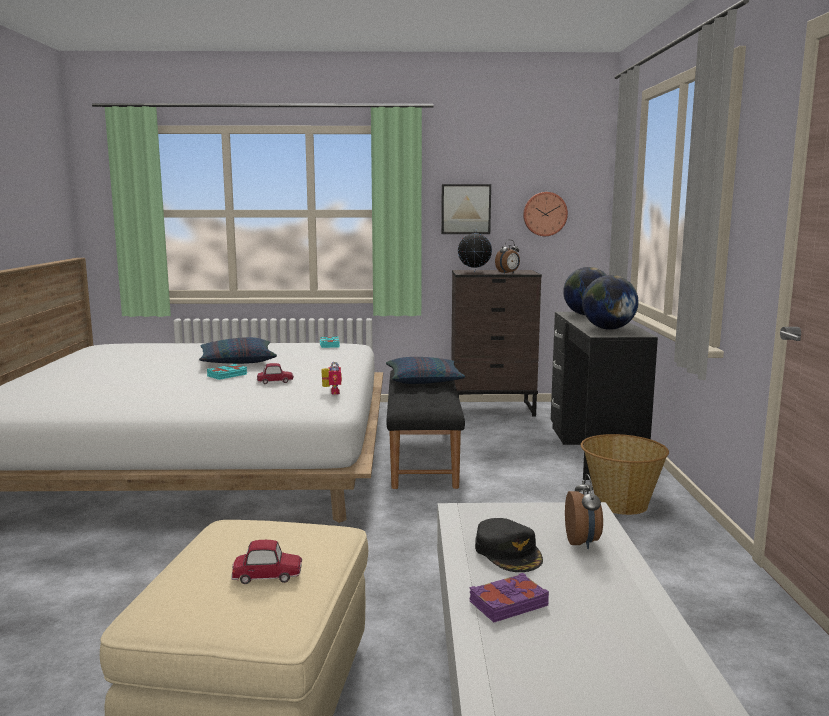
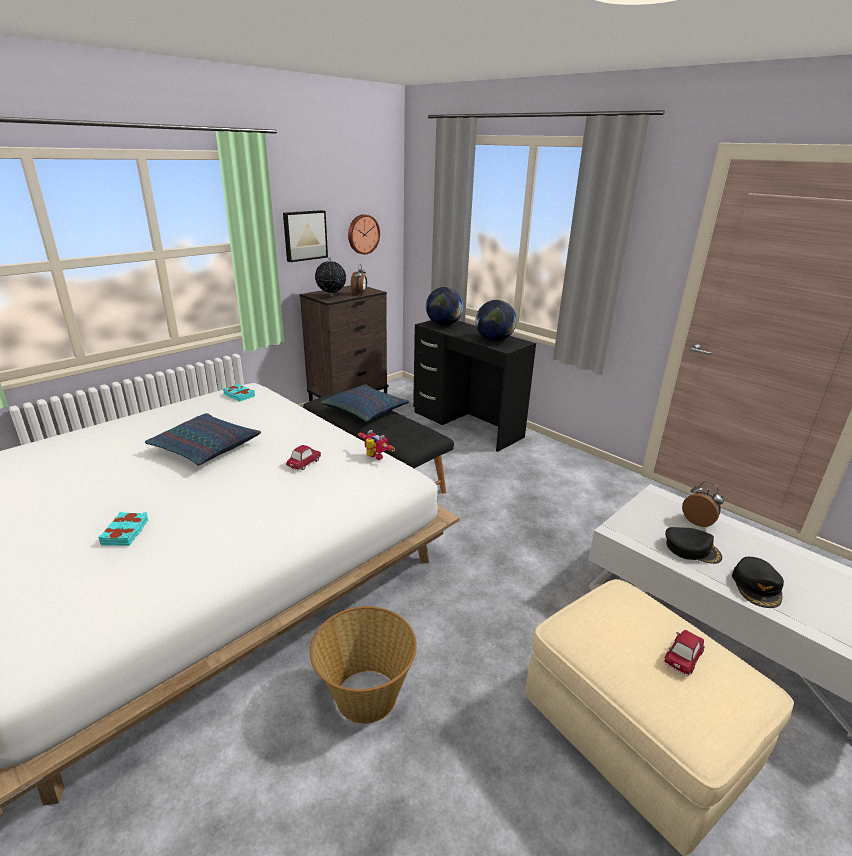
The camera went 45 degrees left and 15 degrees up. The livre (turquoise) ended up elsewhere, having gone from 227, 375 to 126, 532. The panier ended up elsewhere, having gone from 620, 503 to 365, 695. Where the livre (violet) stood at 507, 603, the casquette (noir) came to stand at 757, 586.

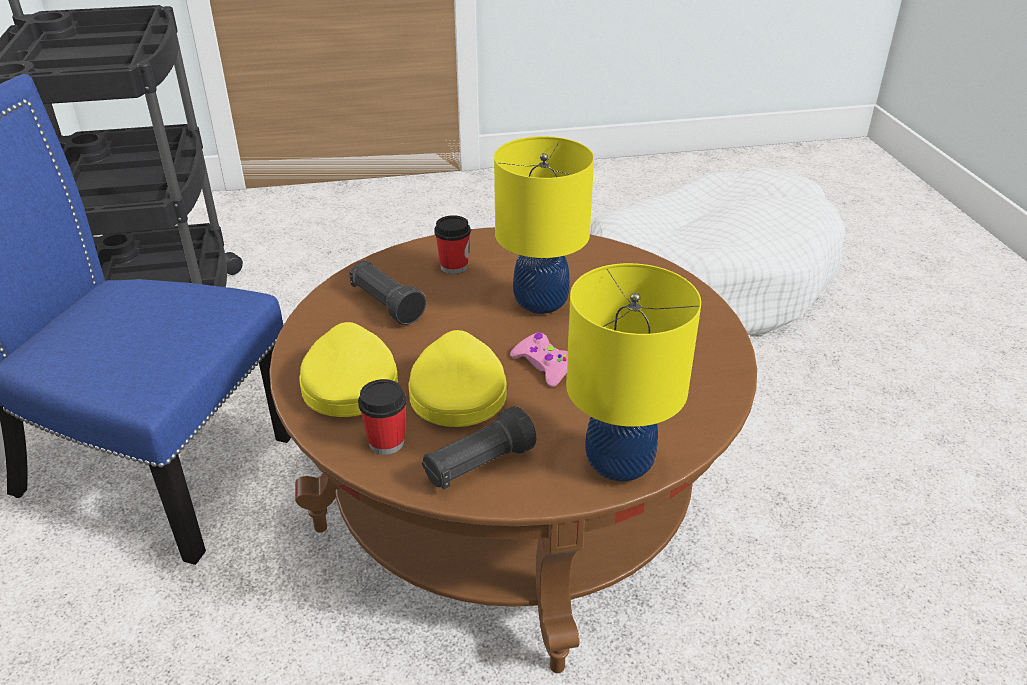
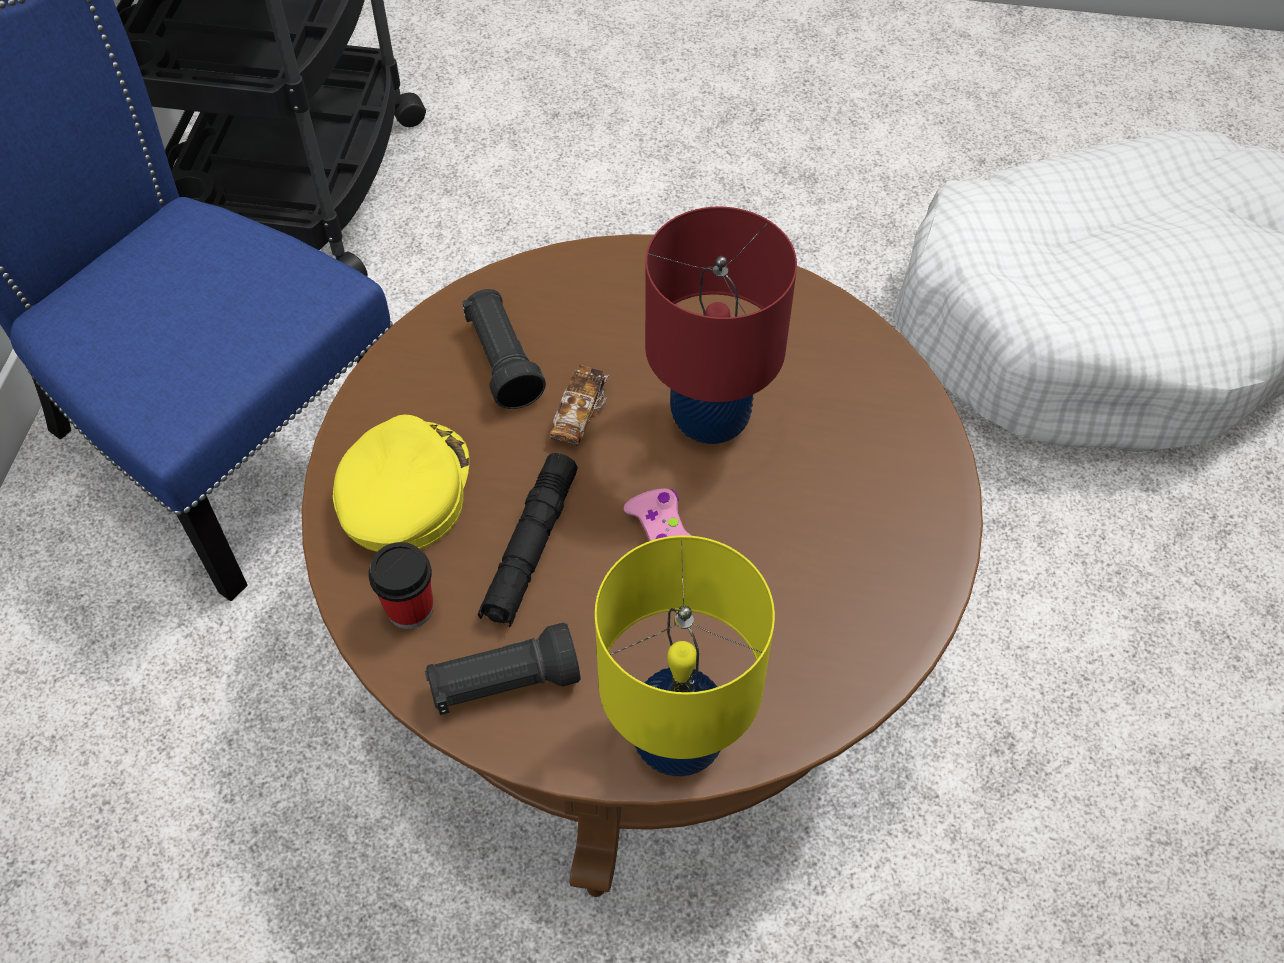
The camera went 20 degrees right and 20 degrees up. What was the lampe de table (jaune) at 543, 304 turned into the lampe de table (rouge) at 714, 421. The second view lost the tasse at 454, 267. Where the casquette (jaune) stood at 457, 390, the lampe de poche (noir) came to stand at 530, 548. The second view gained the petite voiture at 580, 414.

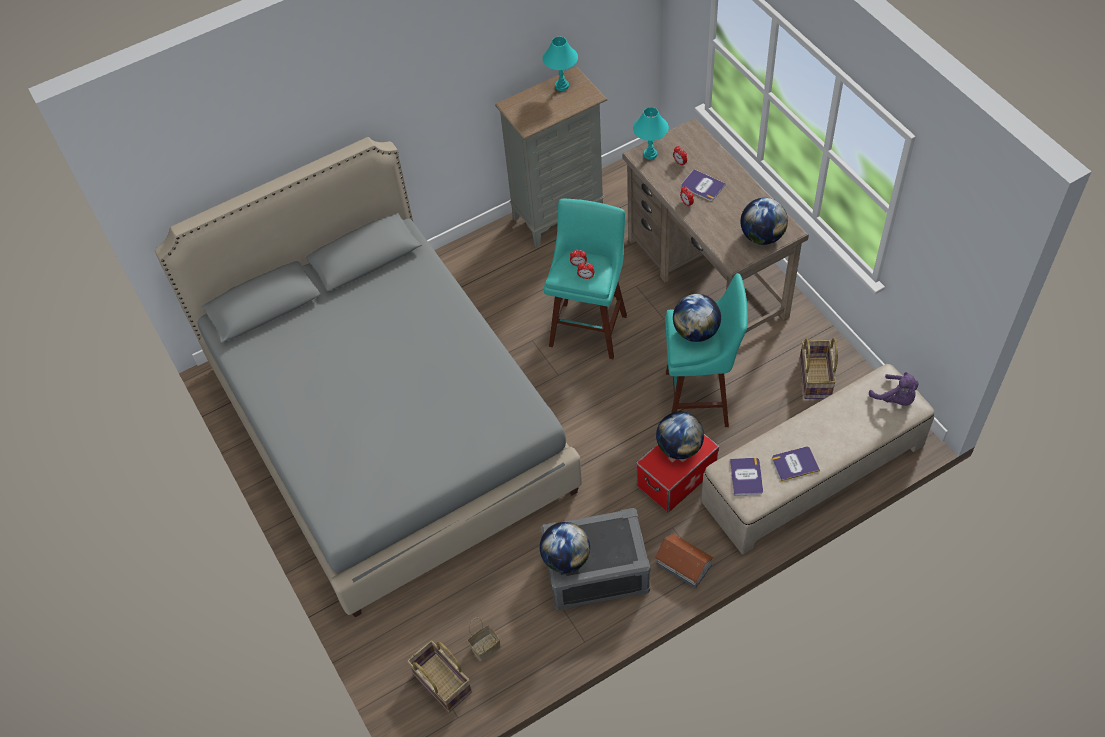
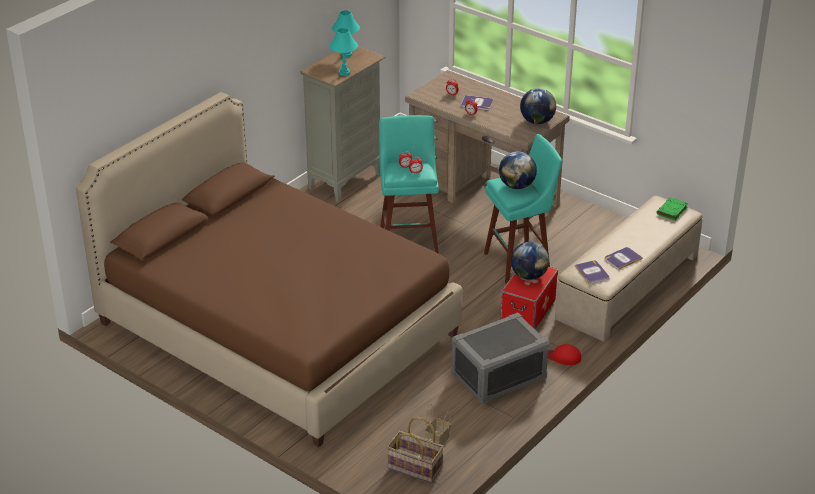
The camera went 25 degrees left and 20 degrees down. The lampe de table (turquoise) ended up elsewhere, having gone from 650, 154 to 344, 73. What was the lit (gris) at 388, 426 turned into the lit (marron) at 277, 329. The second view lost the panier at 816, 378. Where the peluche (violet) stood at 895, 398, the livre (vert) came to stand at 672, 211. The second view lost the globe at 565, 558. Where the maison miniature stood at 684, 565, the casquette (rouge) came to stand at 563, 357.

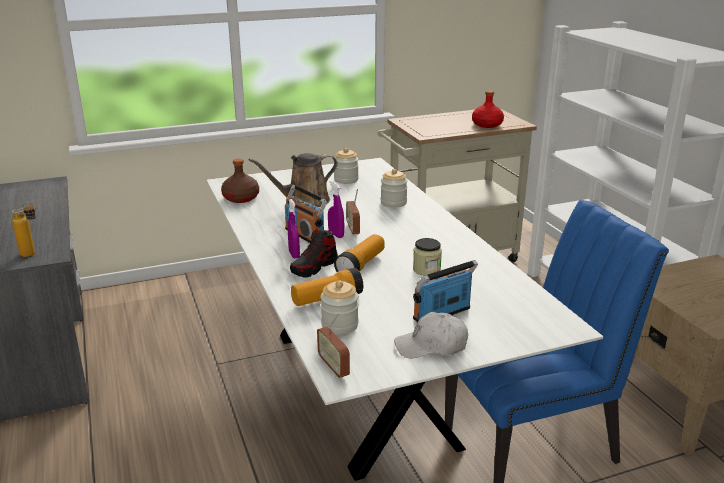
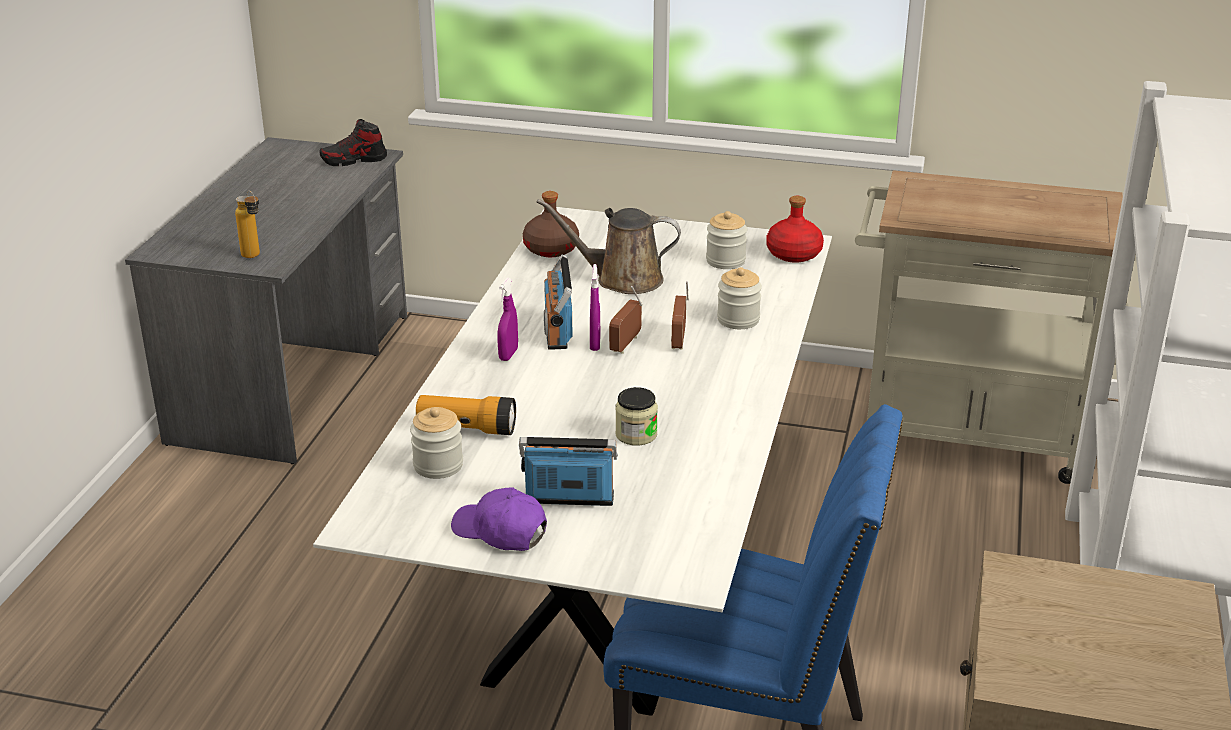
The camera went 35 degrees right and 5 degrees up. The bouteille (rouge) ended up elsewhere, having gone from 487, 124 to 794, 254. The chaussure ended up elsewhere, having gone from 314, 267 to 354, 160. The second view lost the lampe de poche at 361, 265. What was the casquette (blanc) at 431, 346 turned into the casquette (violet) at 500, 531. The radio ended up elsewhere, having gone from 334, 368 to 679, 340.

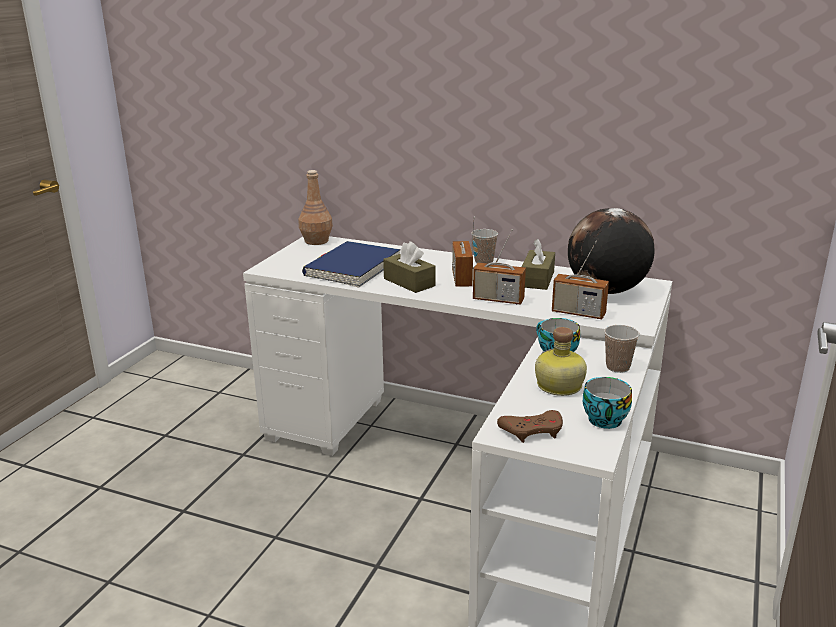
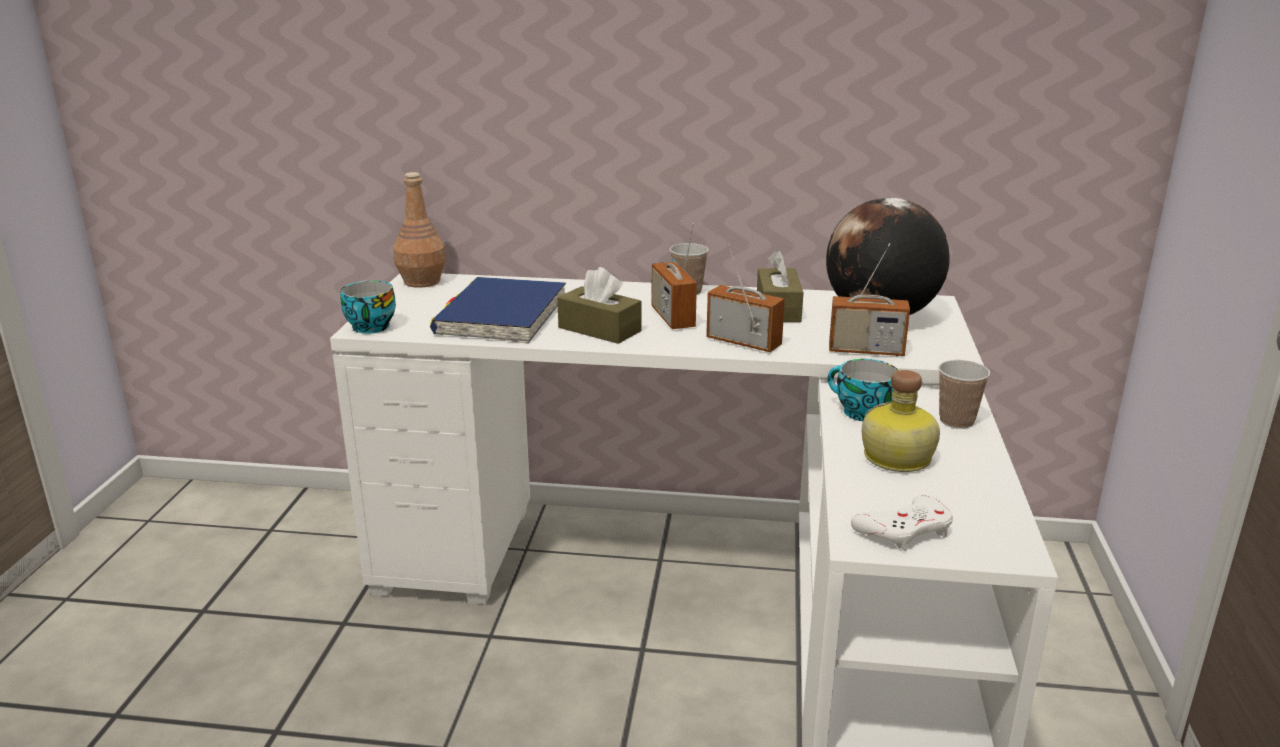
The camera went 15 degrees left and 0 degrees up. The radio at 498, 299 ended up facing another way, 150 degrees counterclockwise from before. The tasse ended up elsewhere, having gone from 602, 419 to 368, 326. What was the manette (marron) at 532, 430 turned into the manette (blanc) at 905, 530.

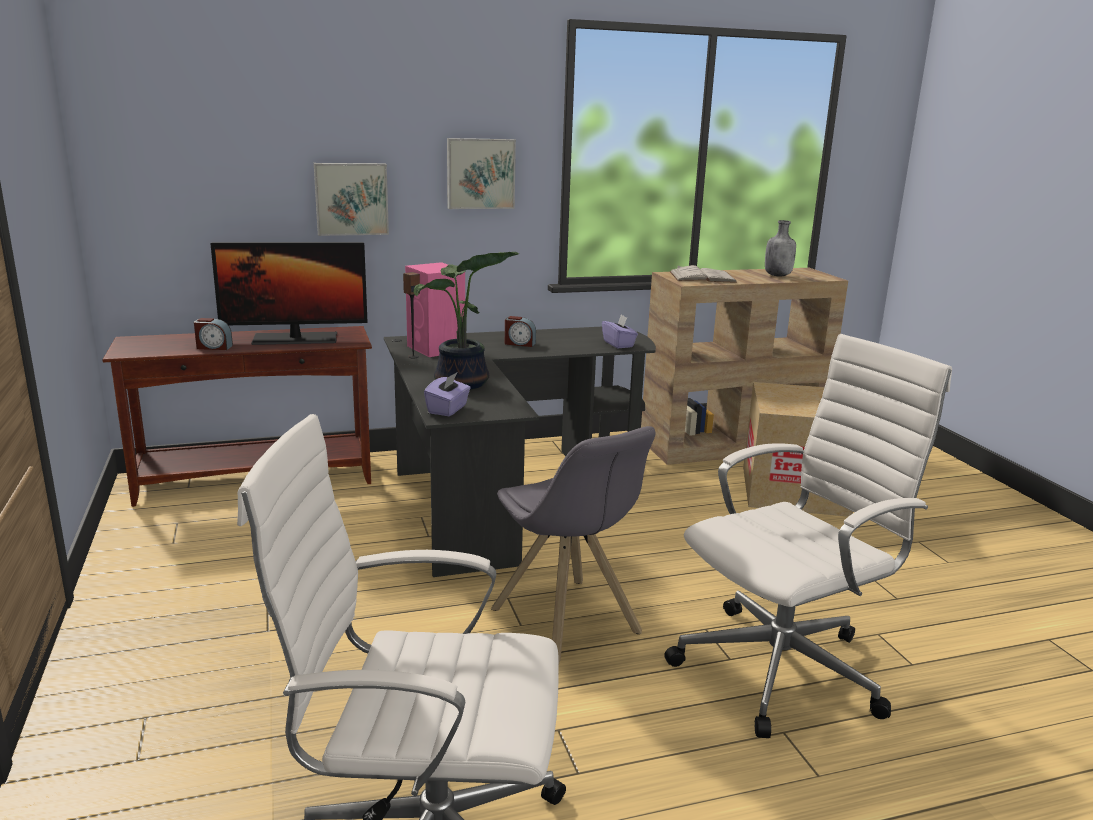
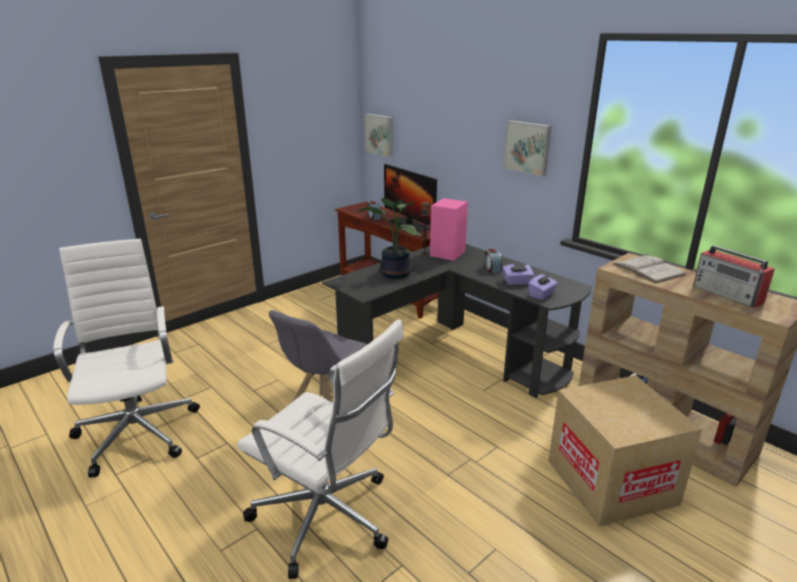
The camera went 65 degrees right and 5 degrees up. The tableau ended up elsewhere, having gone from 351, 199 to 380, 134. Where the bouteille (gris) stood at 778, 275, the radio came to stand at 728, 294. The boîte à mouchoirs (violet) ended up elsewhere, having gone from 448, 409 to 517, 282.

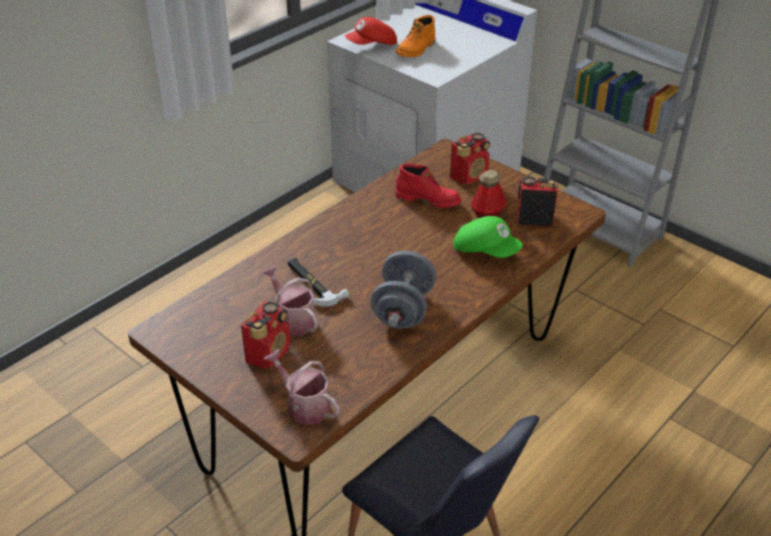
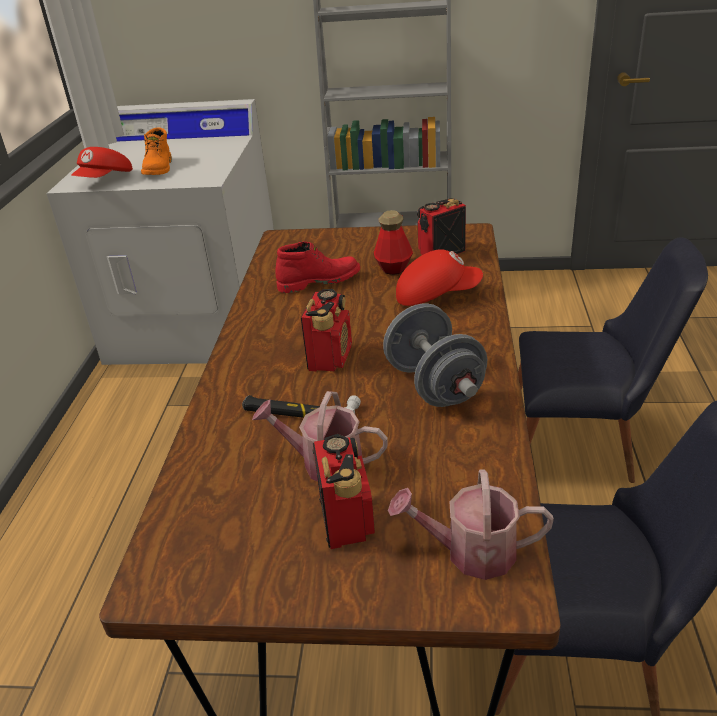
The camera went 35 degrees left and 5 degrees down. The radio ended up elsewhere, having gone from 469, 176 to 330, 357. What was the casquette (vert) at 486, 250 turned into the casquette (rouge) at 436, 295. The second view gained the chaise (noir) at 583, 447.

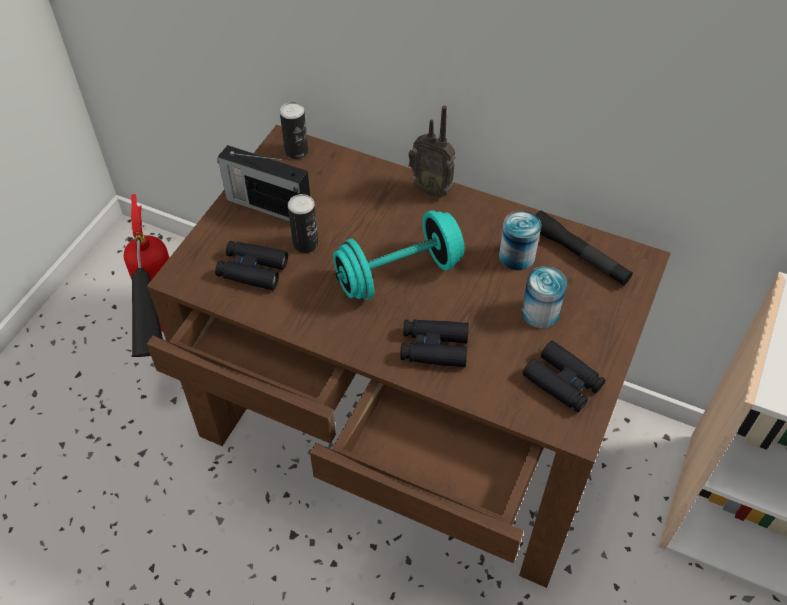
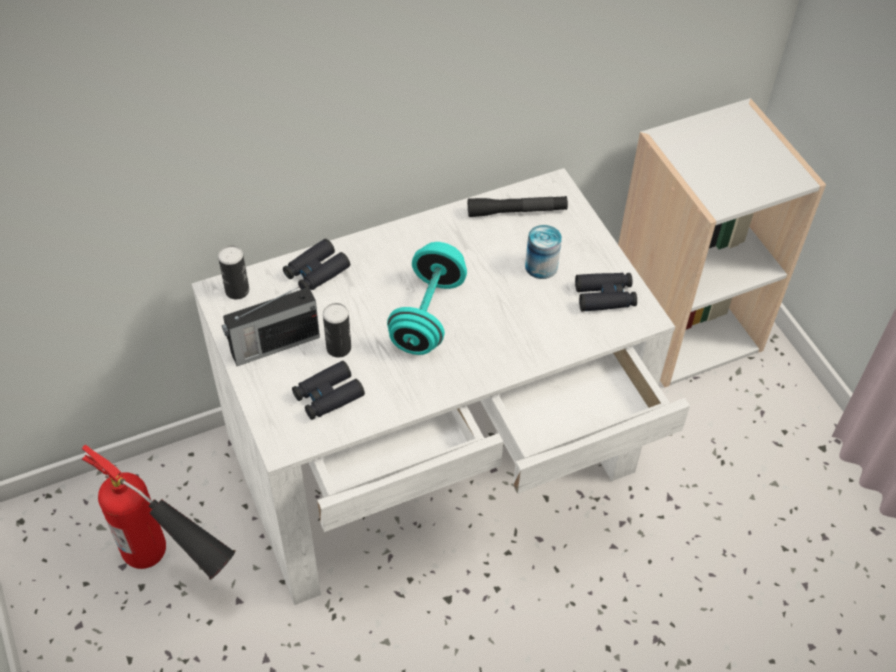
The camera went 50 degrees left and 0 degrees up. The second view lost the radio at 432, 188. What was the bureau (marron) at 402, 441 turned into the bureau (blanc) at 441, 469. The second view lost the boîte métallique at 517, 256. The jumelles (noir) ended up elsewhere, having gone from 434, 348 to 316, 272.

